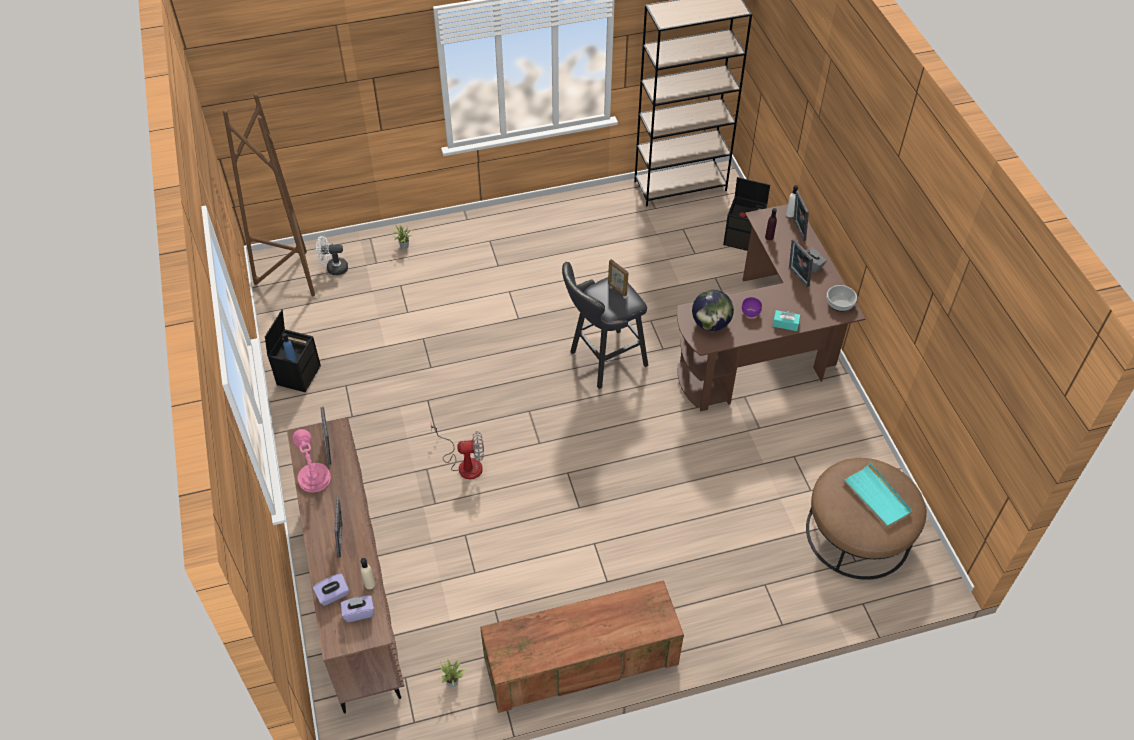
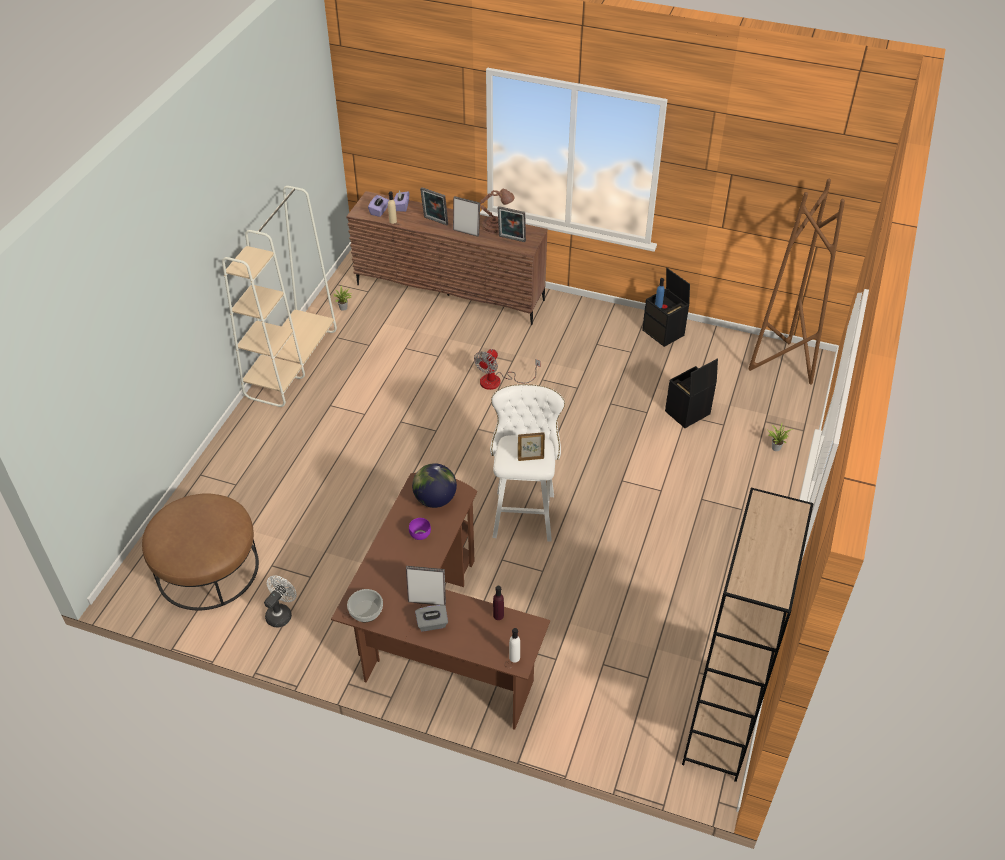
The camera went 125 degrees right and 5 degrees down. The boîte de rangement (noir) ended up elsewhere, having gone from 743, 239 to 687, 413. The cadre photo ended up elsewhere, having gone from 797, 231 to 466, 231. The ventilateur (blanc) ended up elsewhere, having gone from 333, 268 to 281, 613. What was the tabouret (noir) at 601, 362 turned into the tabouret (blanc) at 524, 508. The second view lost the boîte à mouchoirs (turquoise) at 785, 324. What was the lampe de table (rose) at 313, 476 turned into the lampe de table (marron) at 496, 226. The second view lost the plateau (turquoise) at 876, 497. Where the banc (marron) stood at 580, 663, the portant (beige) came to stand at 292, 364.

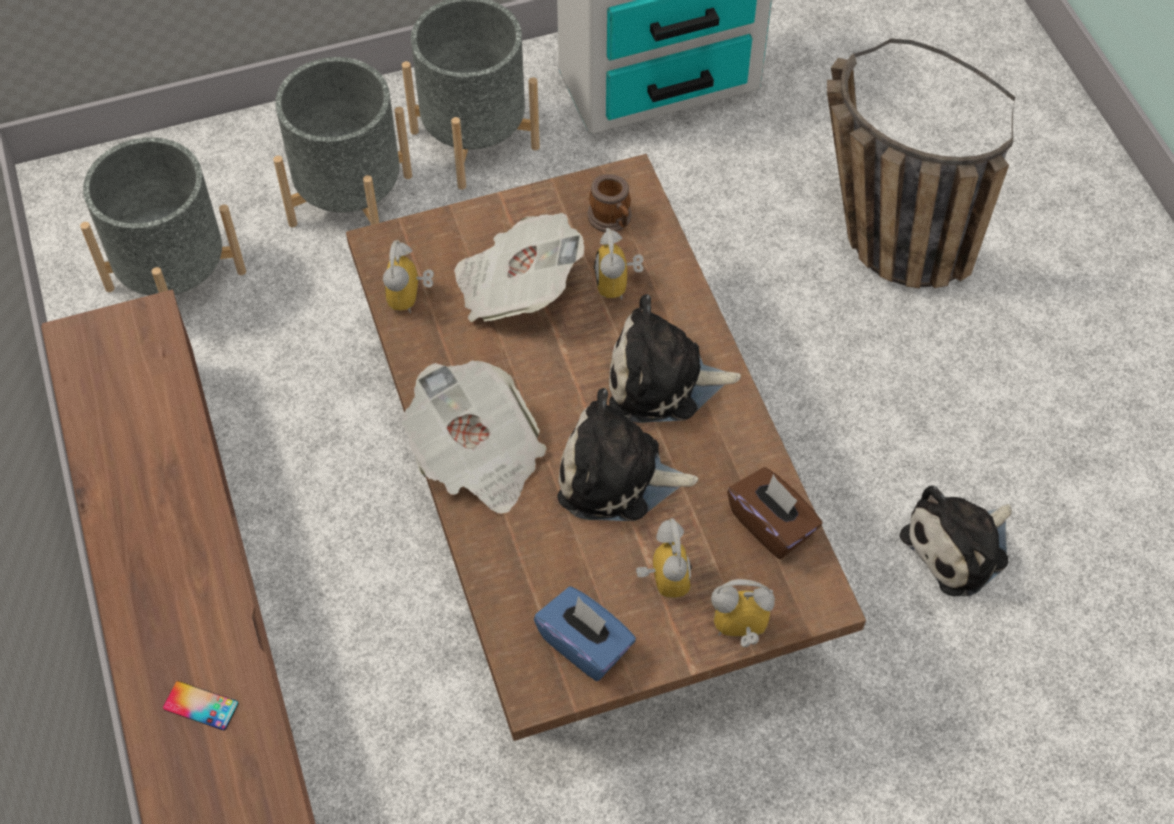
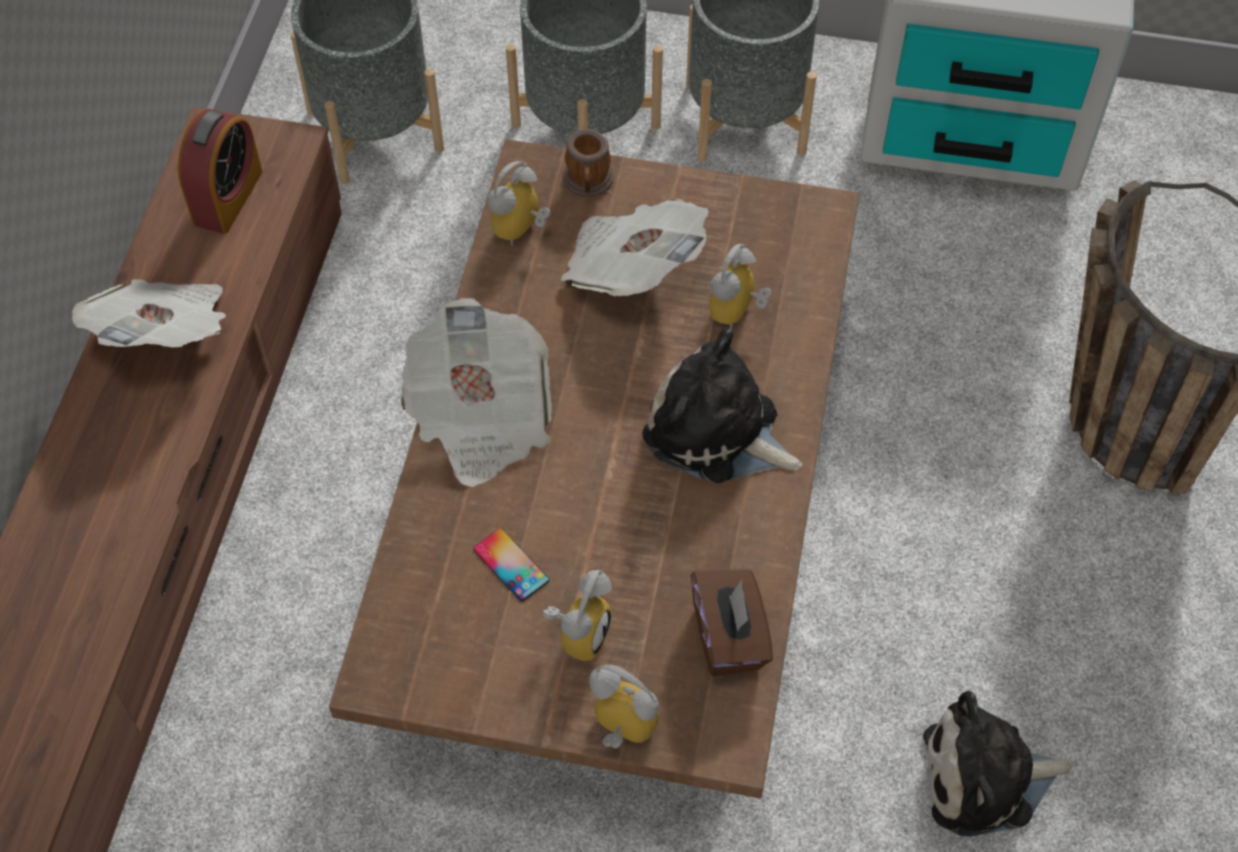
The camera went 30 degrees right and 0 degrees up. The mug ended up elsewhere, having gone from 612, 219 to 588, 183. The second view lost the peluche at 617, 477. The second view lost the boîte à mouchoirs (bleu) at 585, 645. The téléphone ended up elsewhere, having gone from 201, 705 to 511, 564. The second view gained the réveil at 228, 197. The second view gained the journal at 166, 334.

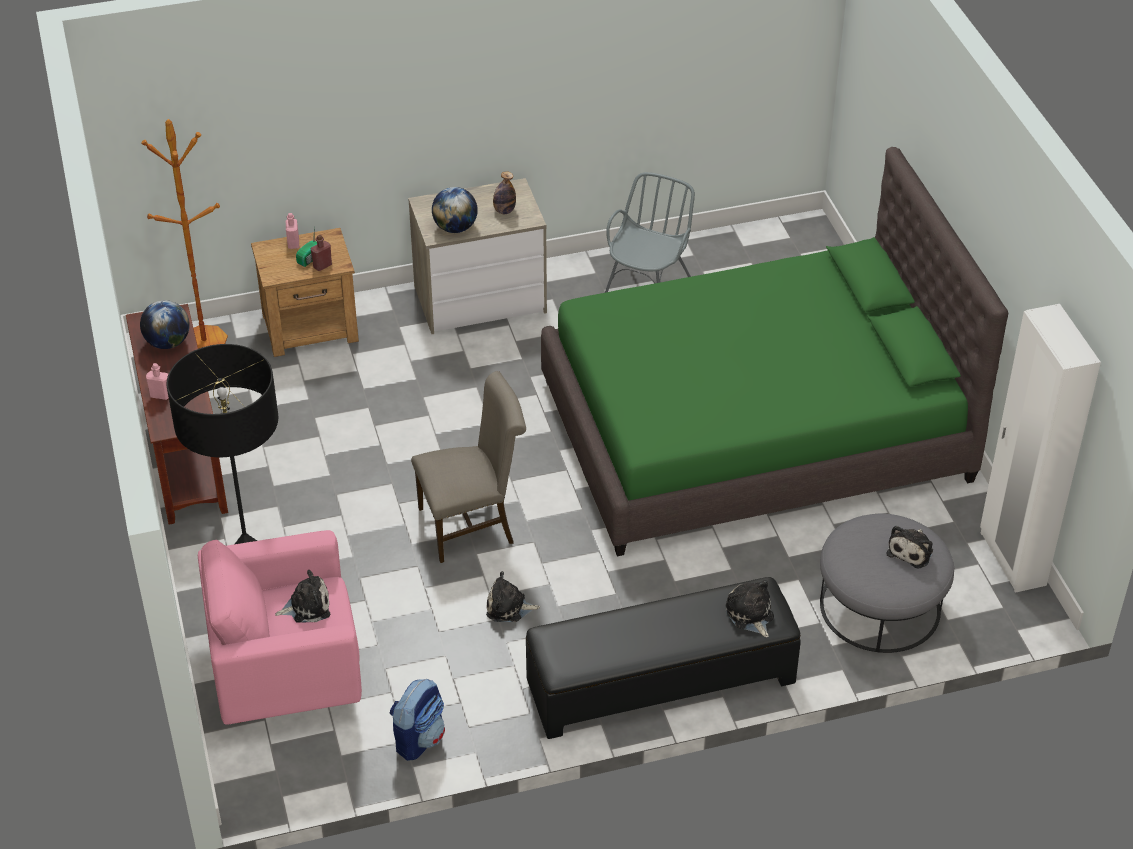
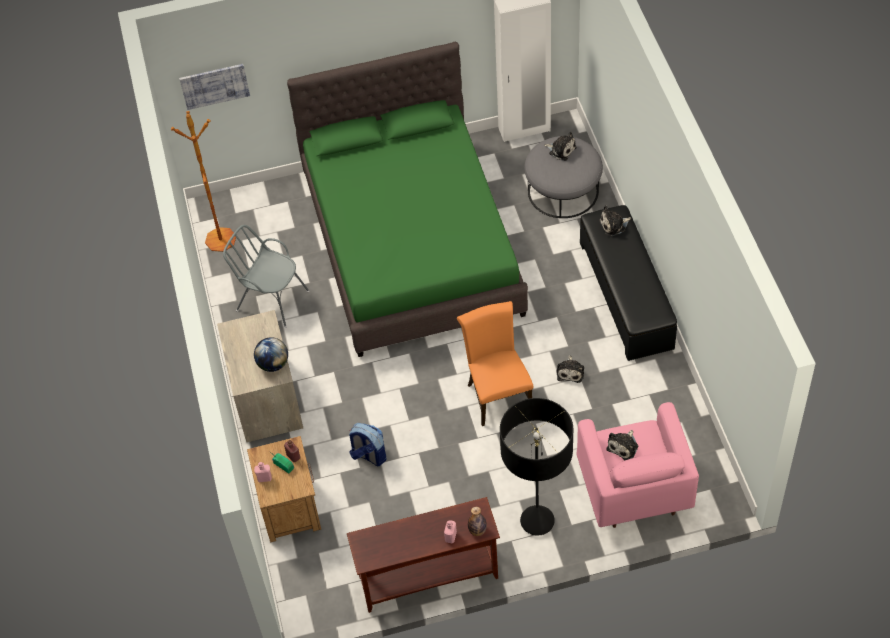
The camera went 85 degrees left and 10 degrees up. The portant (orange) ended up elsewhere, having gone from 204, 340 to 220, 239. The bouteille ended up elsewhere, having gone from 504, 211 to 477, 530. The second view lost the globe at 168, 343. What was the chaise (beige) at 472, 524 turned into the chaise (orange) at 497, 394. The peluche at 307, 606 ended up facing another way, 135 degrees counterclockwise from before. The sac à dos ended up elsewhere, having gone from 419, 738 to 368, 455. The second view gained the tableau at 214, 85.

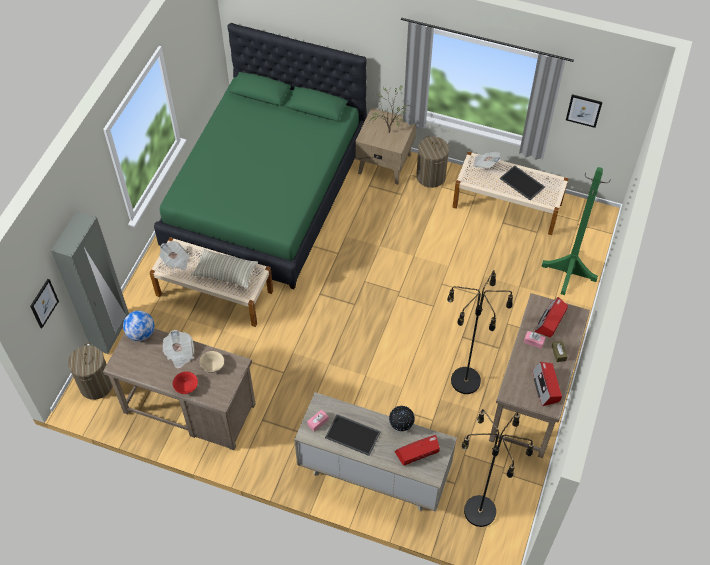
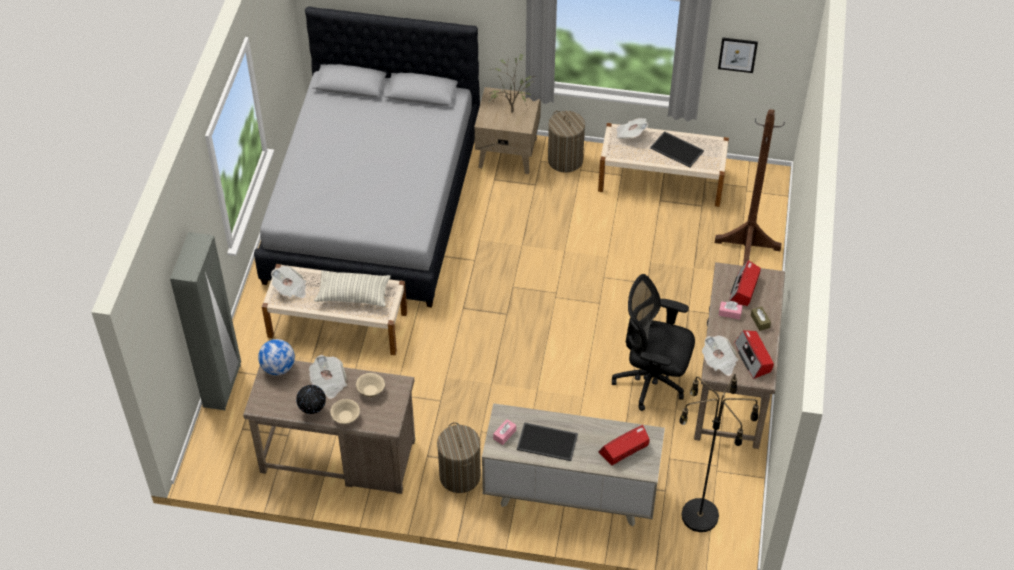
The camera went 10 degrees left and 5 degrees down. What was the lit (vert) at 267, 193 turned into the lit (gris) at 374, 204. What was the portant (vert) at 569, 272 turned into the portant (marron) at 747, 245. Where the lampadaire stood at 465, 381, the chaise de bureau (noir) came to stand at 654, 380. The second view lost the tableau at 43, 303. The panier à linge ended up elsewhere, having gone from 96, 385 to 460, 476. What was the bol (rouge) at 186, 387 turned into the bol (beige) at 345, 417. The globe ended up elsewhere, having gone from 401, 425 to 313, 410. The second view gained the journal at 719, 361.

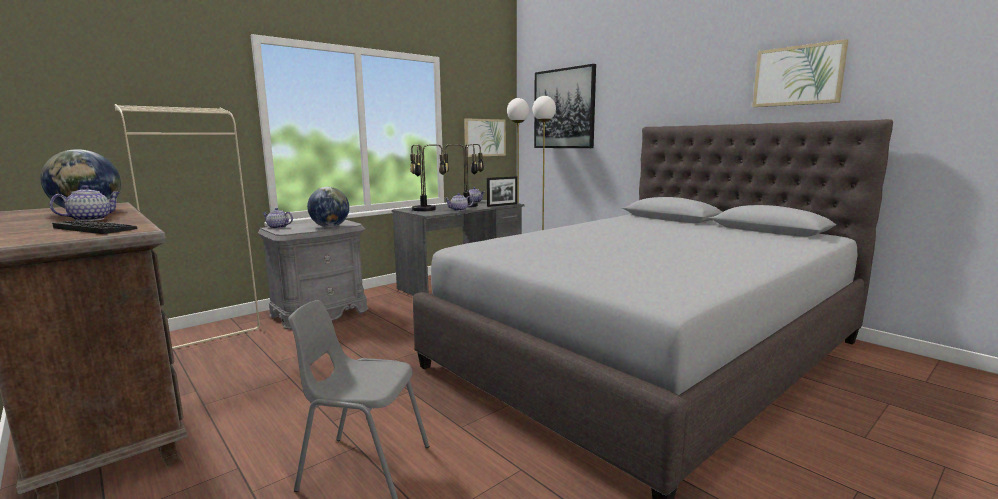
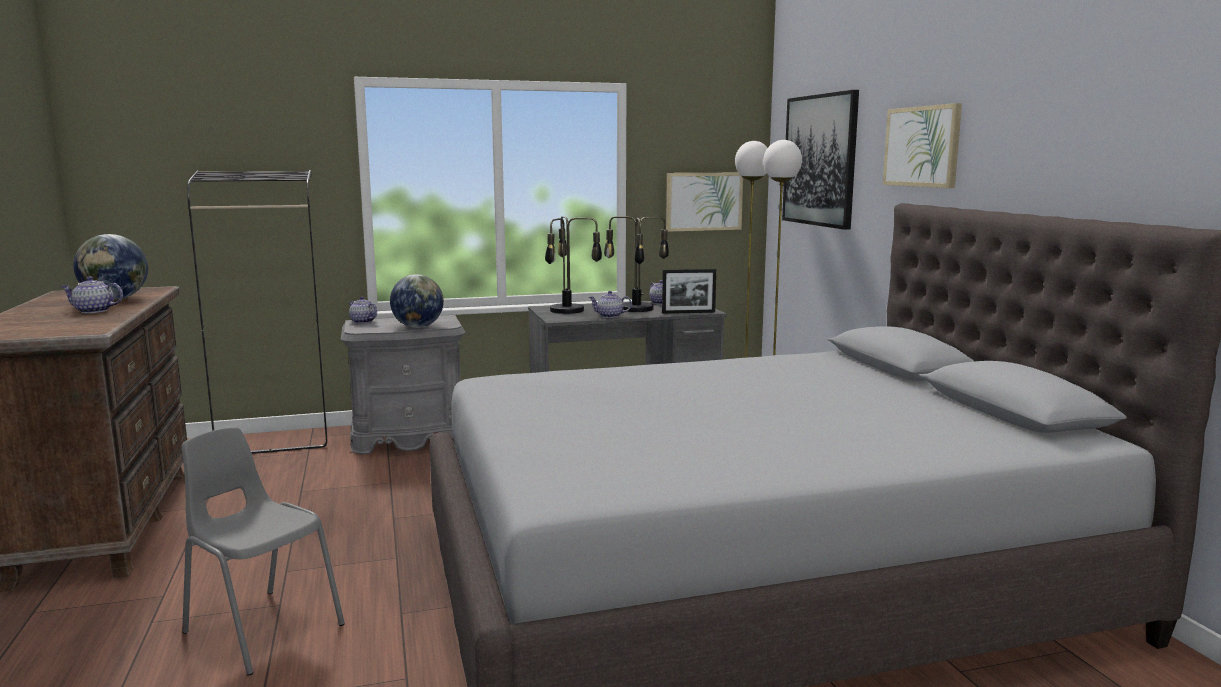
The camera went 25 degrees right and 0 degrees up. The tableau ended up elsewhere, having gone from 798, 75 to 922, 146. What was the portant (beige) at 209, 332 turned into the portant (noir) at 276, 442. The théière at 90, 219 ended up facing another way, 150 degrees counterclockwise from before. The second view lost the clavier at 95, 228.

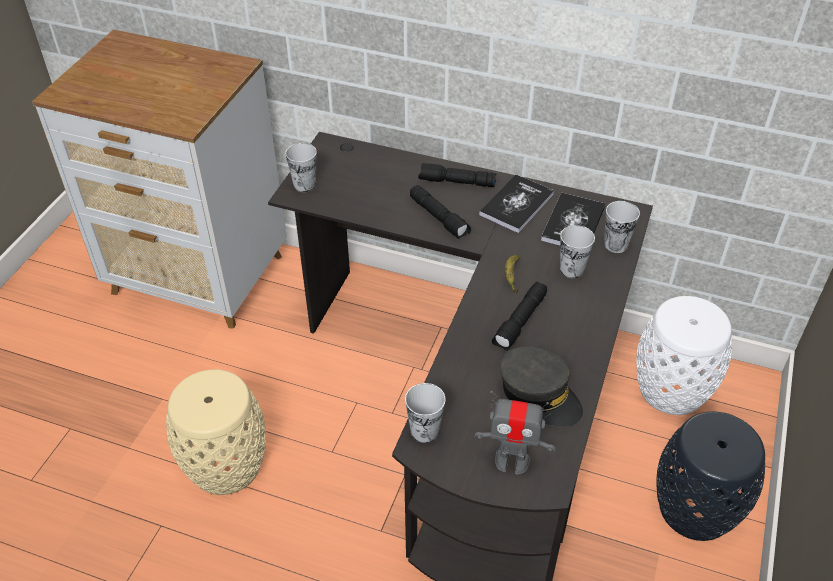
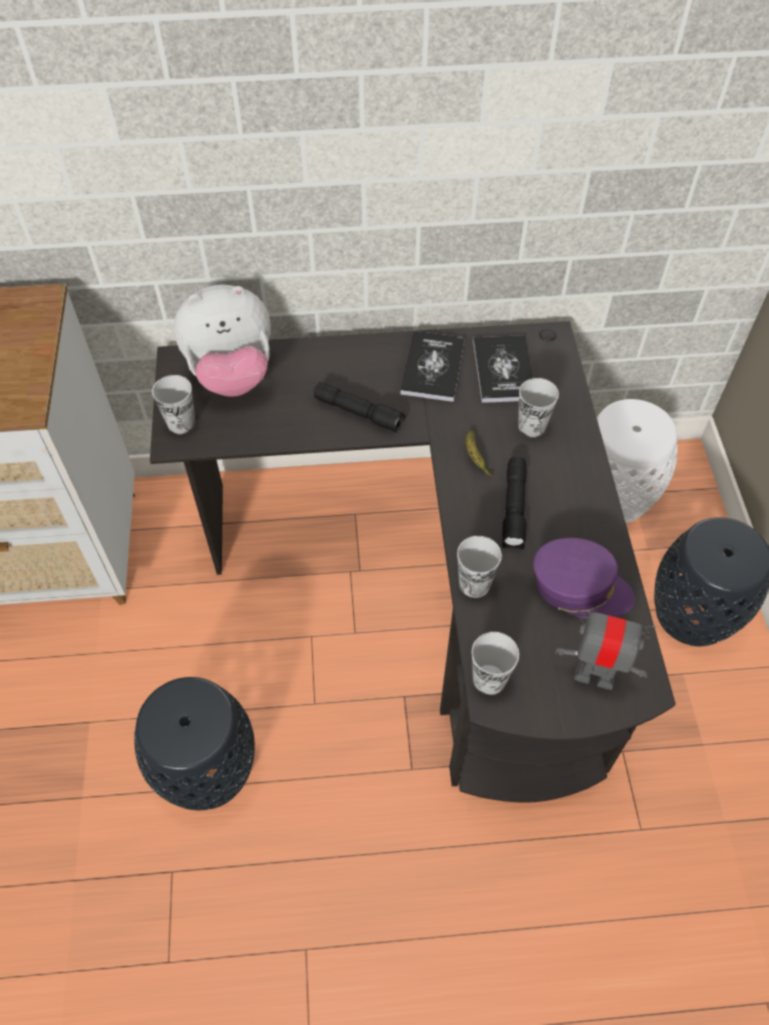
The camera went 25 degrees left and 10 degrees up. The second view lost the lampe de poche (noir) at 456, 182. The tasse ended up elsewhere, having gone from 615, 244 to 474, 584. What was the casquette (gris) at 539, 395 turned into the casquette (violet) at 579, 587. What was the tabouret (beige) at 226, 465 turned into the tabouret (noir) at 207, 769. The robot jouet at 512, 460 ended up facing another way, 150 degrees counterclockwise from before. The second view gained the peluche at 232, 374.

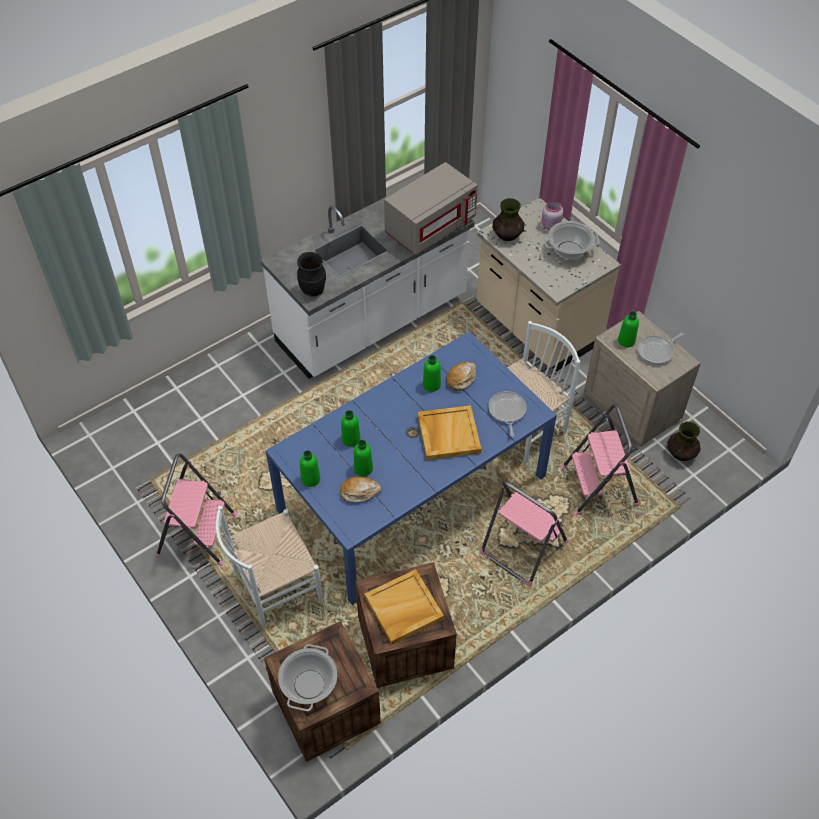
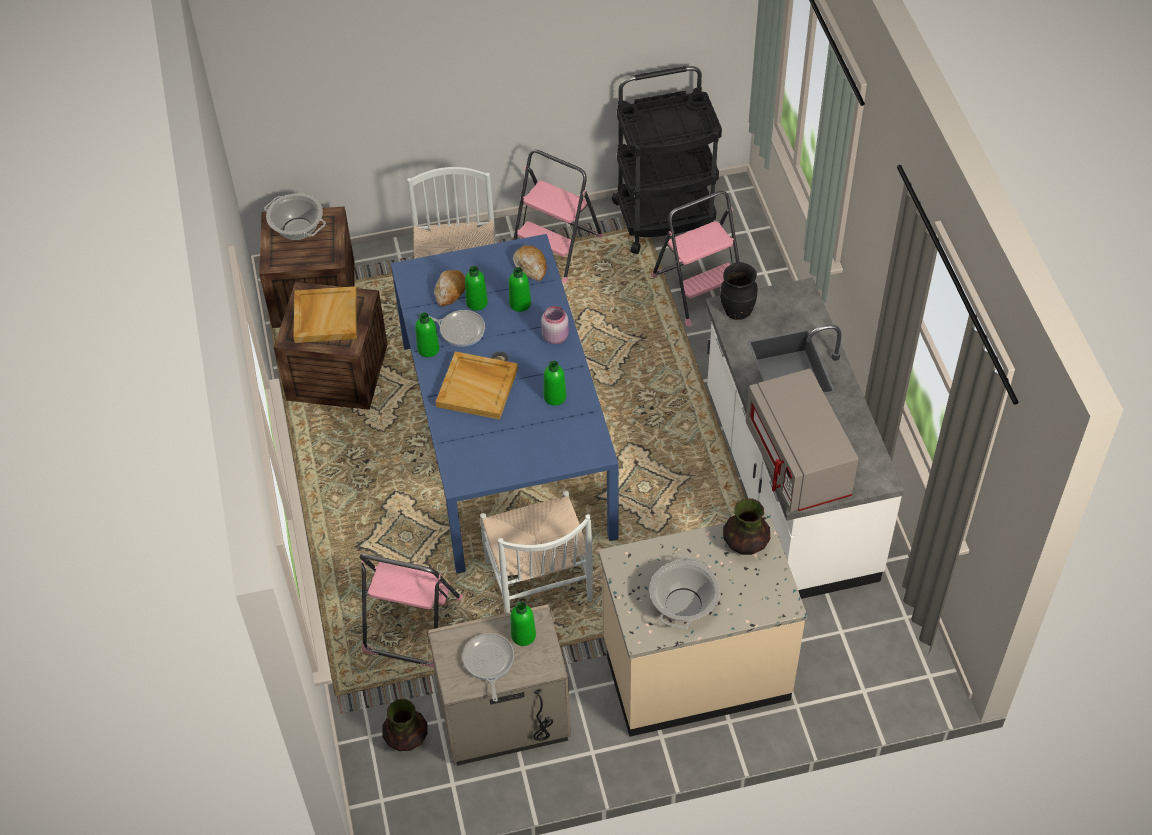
The camera went 115 degrees right and 0 degrees up. The bocal (rose) ended up elsewhere, having gone from 550, 225 to 555, 336. The pain ended up elsewhere, having gone from 461, 378 to 531, 266. The poêle ended up elsewhere, having gone from 507, 411 to 460, 330. The bouteille (vert) ended up elsewhere, having gone from 310, 479 to 428, 349. The escabeau (rose) ended up elsewhere, having gone from 521, 549 to 697, 285. The second view gained the chariot (noir) at 665, 220.

